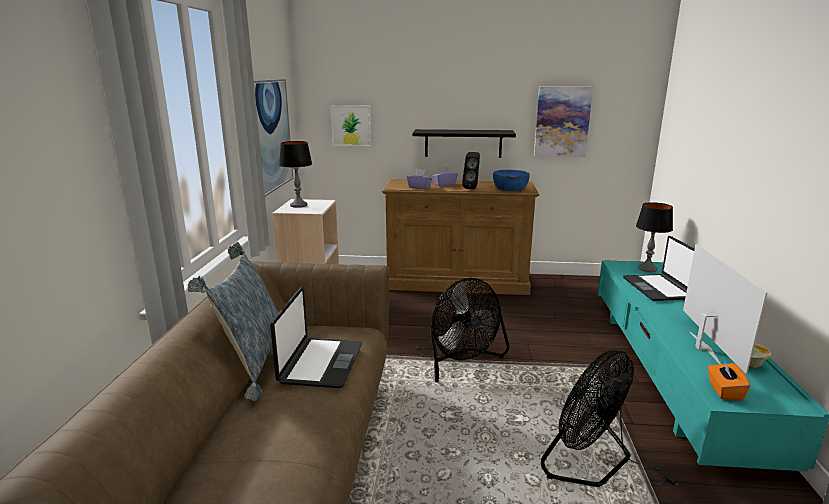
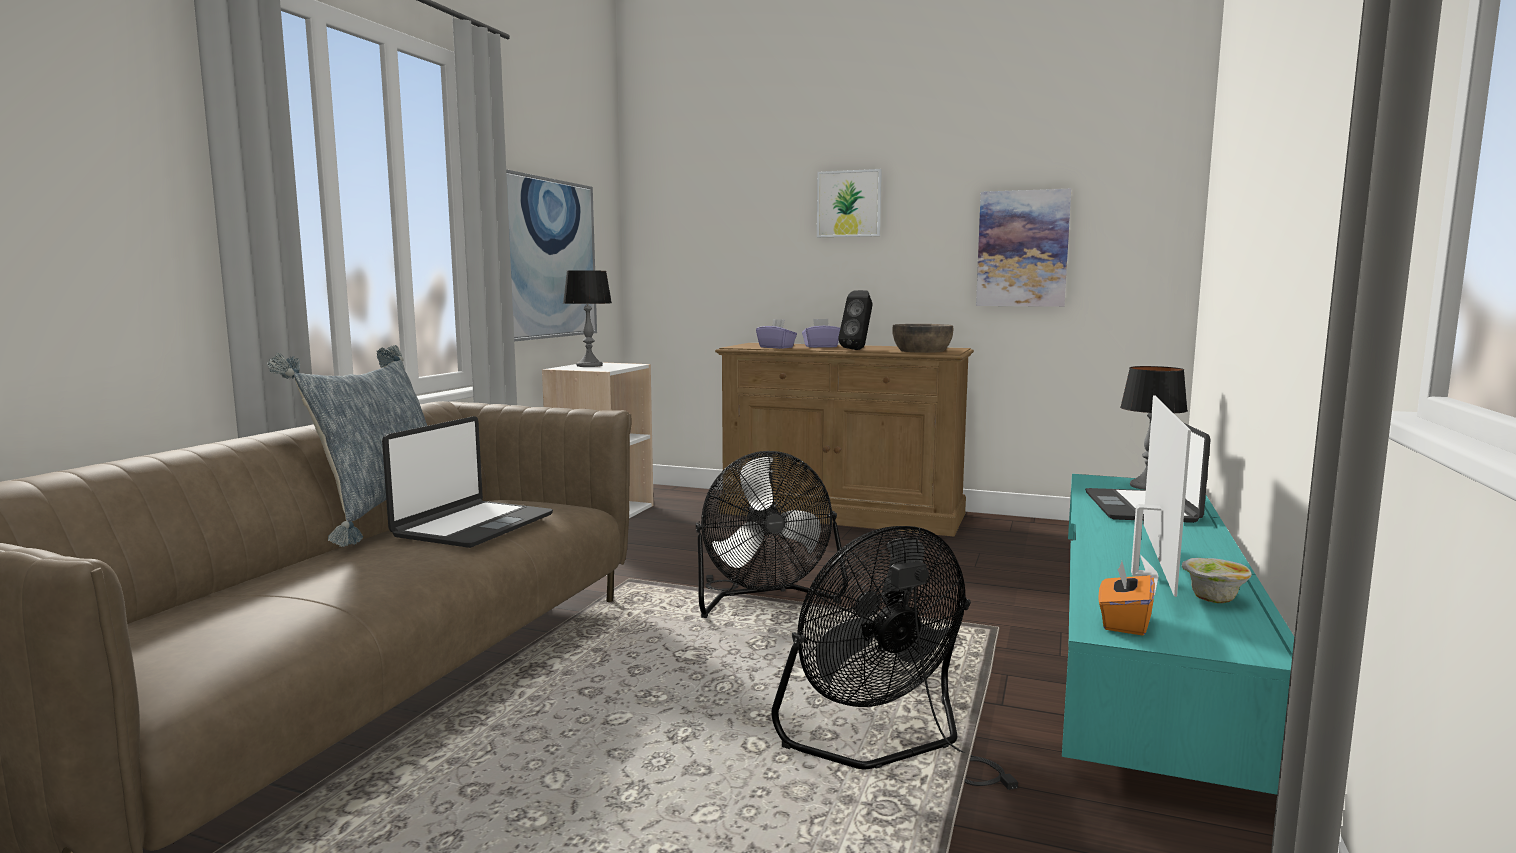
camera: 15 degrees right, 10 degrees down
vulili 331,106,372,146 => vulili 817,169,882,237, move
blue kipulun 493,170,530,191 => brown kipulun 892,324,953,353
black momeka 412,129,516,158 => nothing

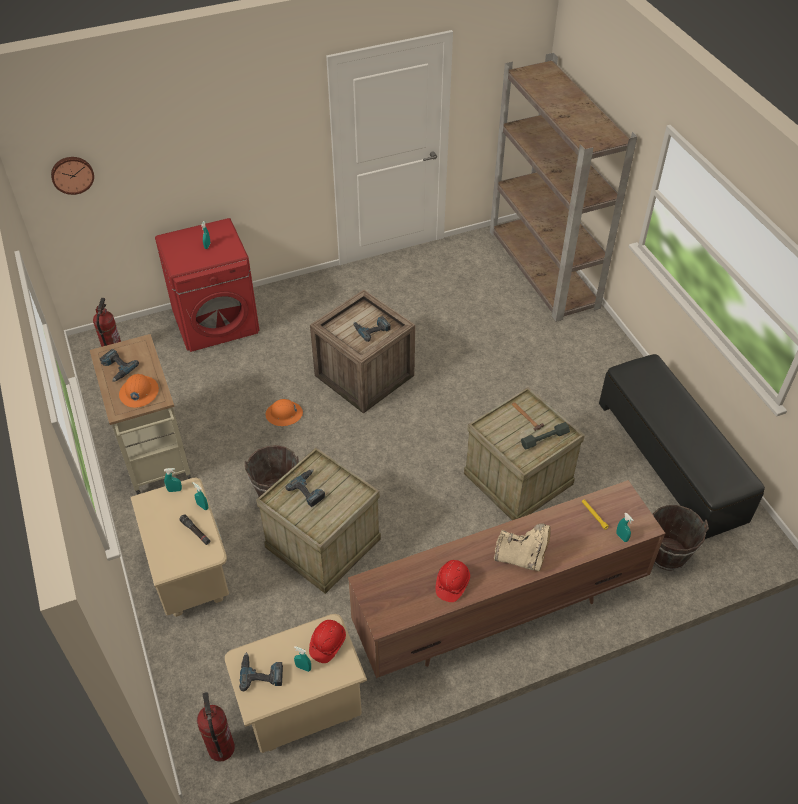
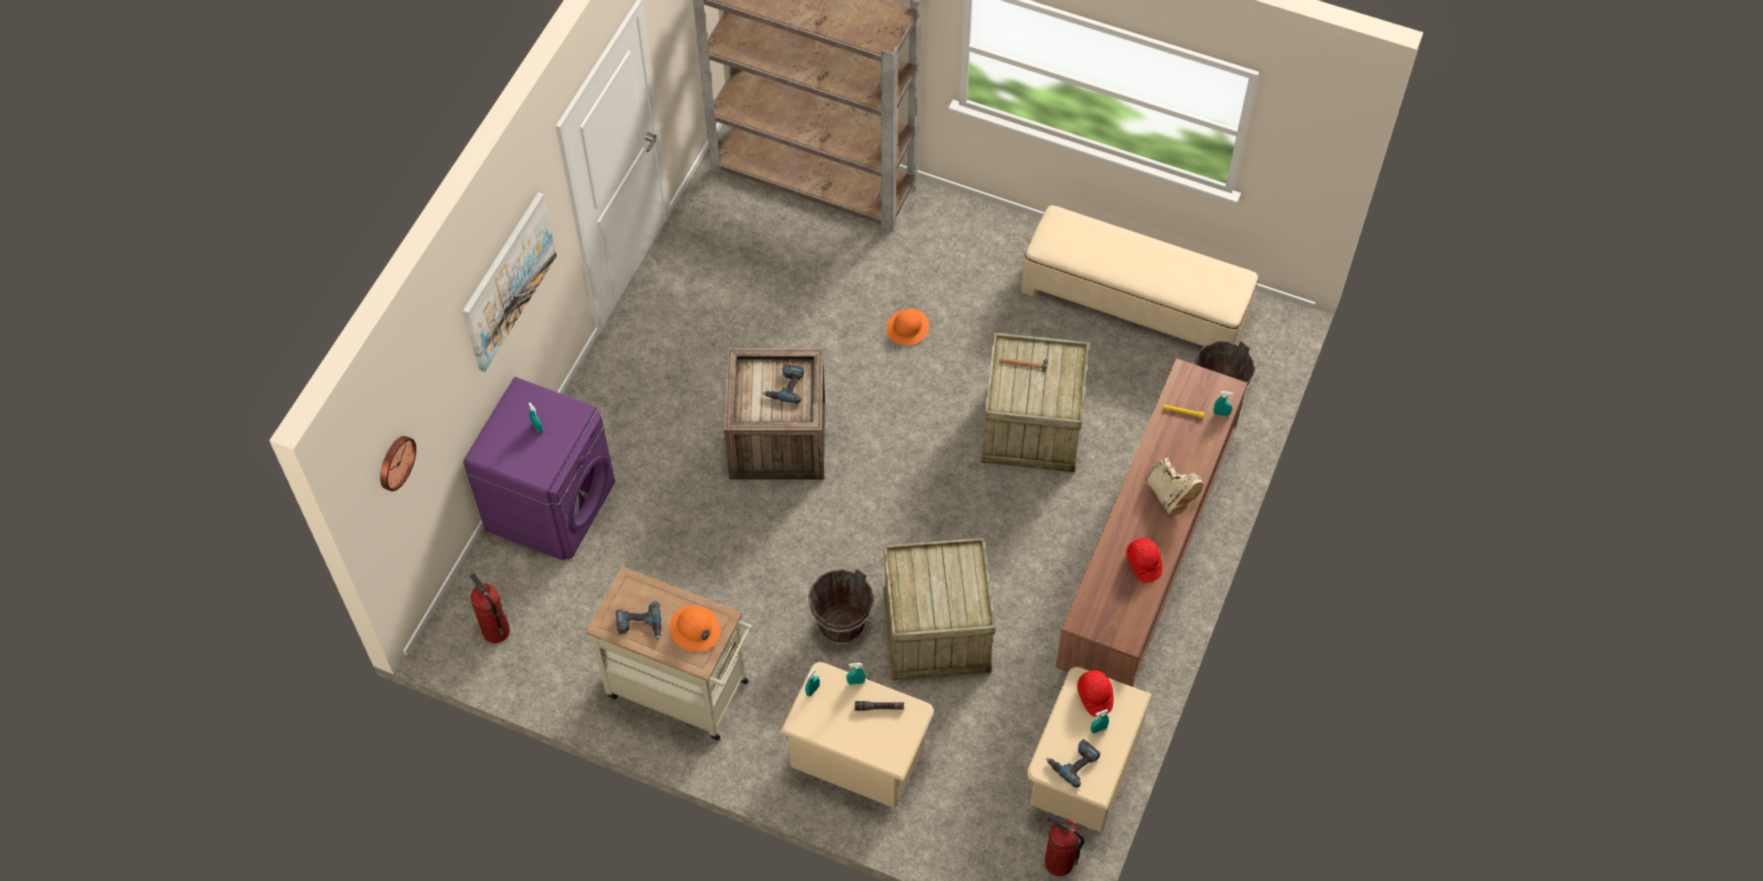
camera: 45 degrees left, 10 degrees up
nothing => vulili 463,192,557,372
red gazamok 155,218,259,352 => purple gazamok 463,377,615,560
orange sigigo 265,399,303,426 => orange sigigo 886,309,929,345, move
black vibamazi 599,354,765,539 => beige vibamazi 1021,205,1258,346
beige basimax 494,524,550,571 => beige basimax 1146,458,1203,516, 90 degrees clockwise
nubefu 285,469,326,507 => nothing
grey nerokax 521,422,570,450 => nothing

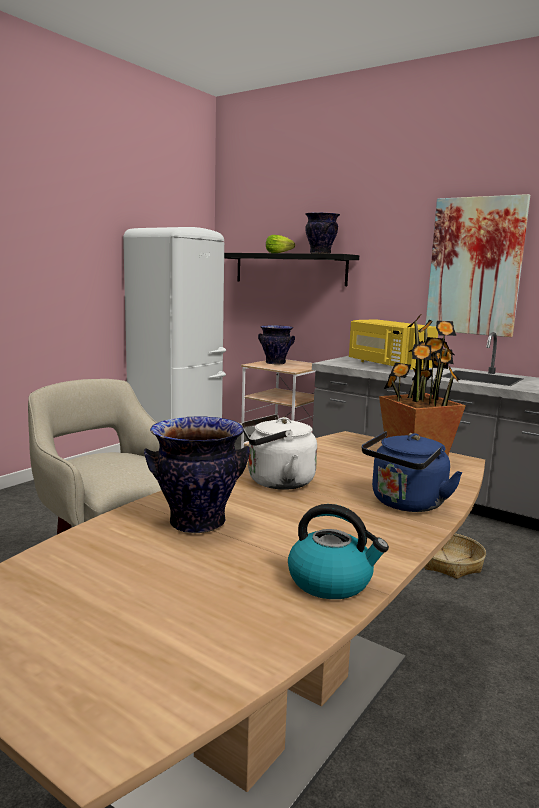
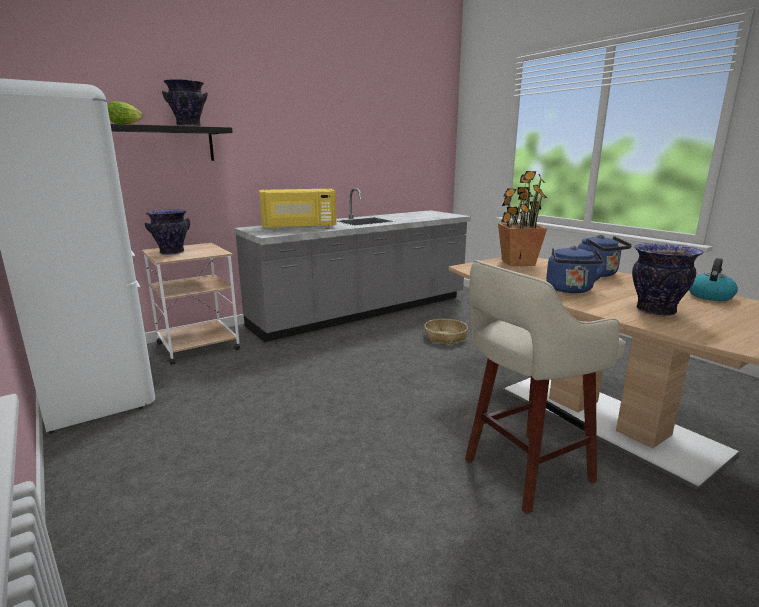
camera: 70 degrees left, 5 degrees up
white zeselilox 241,414,317,490 => blue zeselilox 546,246,607,293
vulili 426,194,530,337 => nothing

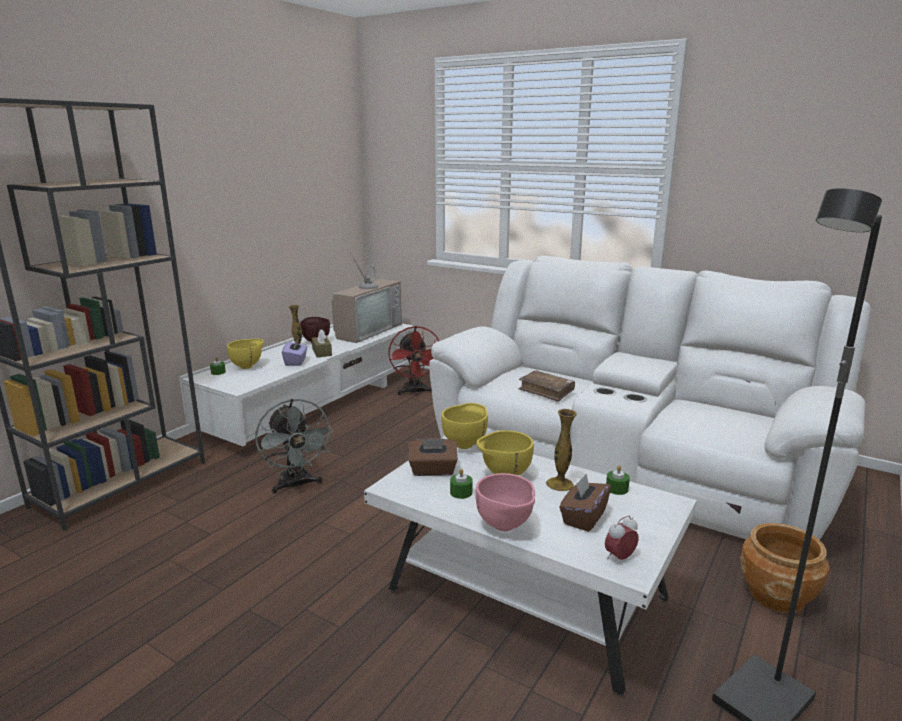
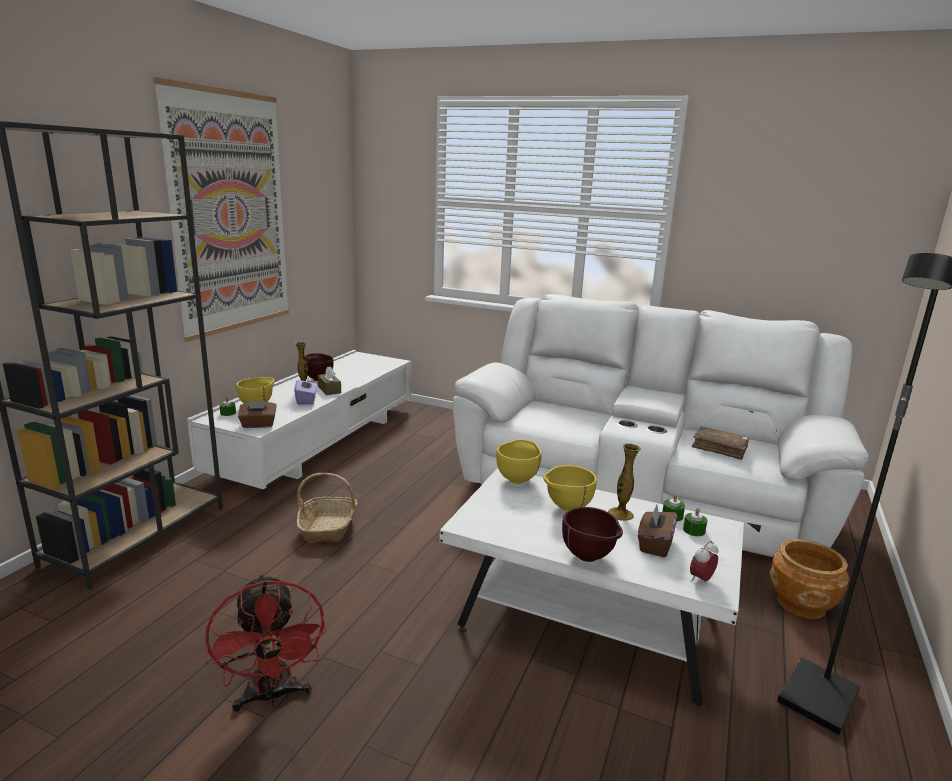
camera: 10 degrees left, 0 degrees up
nothing => vulili 153,77,289,342
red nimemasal 388,326,439,395 => red nimemasal 206,573,327,712, move
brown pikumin 409,438,458,476 => brown pikumin 238,401,277,428, move
grey nimemasal 255,399,333,494 => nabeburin 297,473,358,542
pink kipulun 475,473,535,531 => brown kipulun 562,507,623,562
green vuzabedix 450,469,473,499 => green vuzabedix 683,508,707,536, move
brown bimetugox 519,370,575,402 => brown bimetugox 692,427,750,460, move
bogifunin 332,245,402,343 => nothing

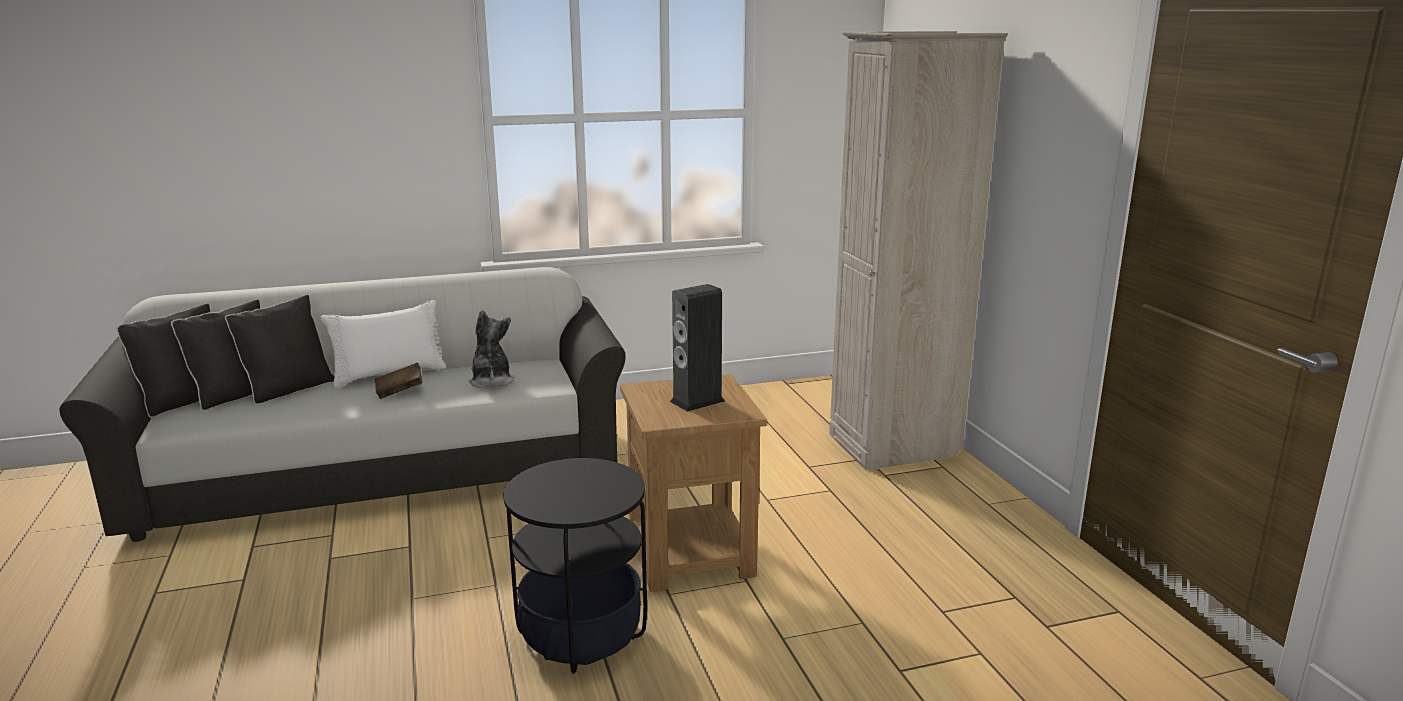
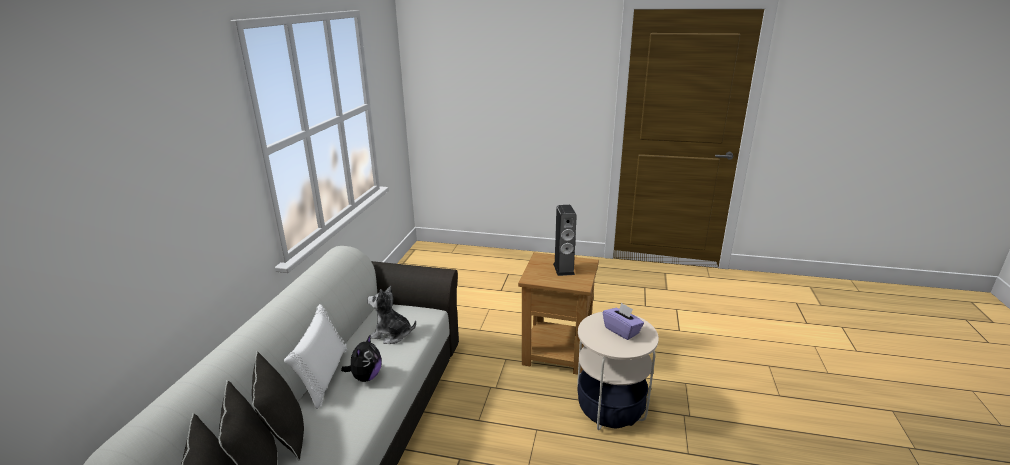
camera: 60 degrees left, 5 degrees up
brown bimetugox 375,363,423,399 => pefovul 341,335,382,382
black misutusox 503,458,647,674 => beige misutusox 577,312,659,430
nothing => purple pikumin 603,302,644,340
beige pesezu 829,31,1008,470 => nothing

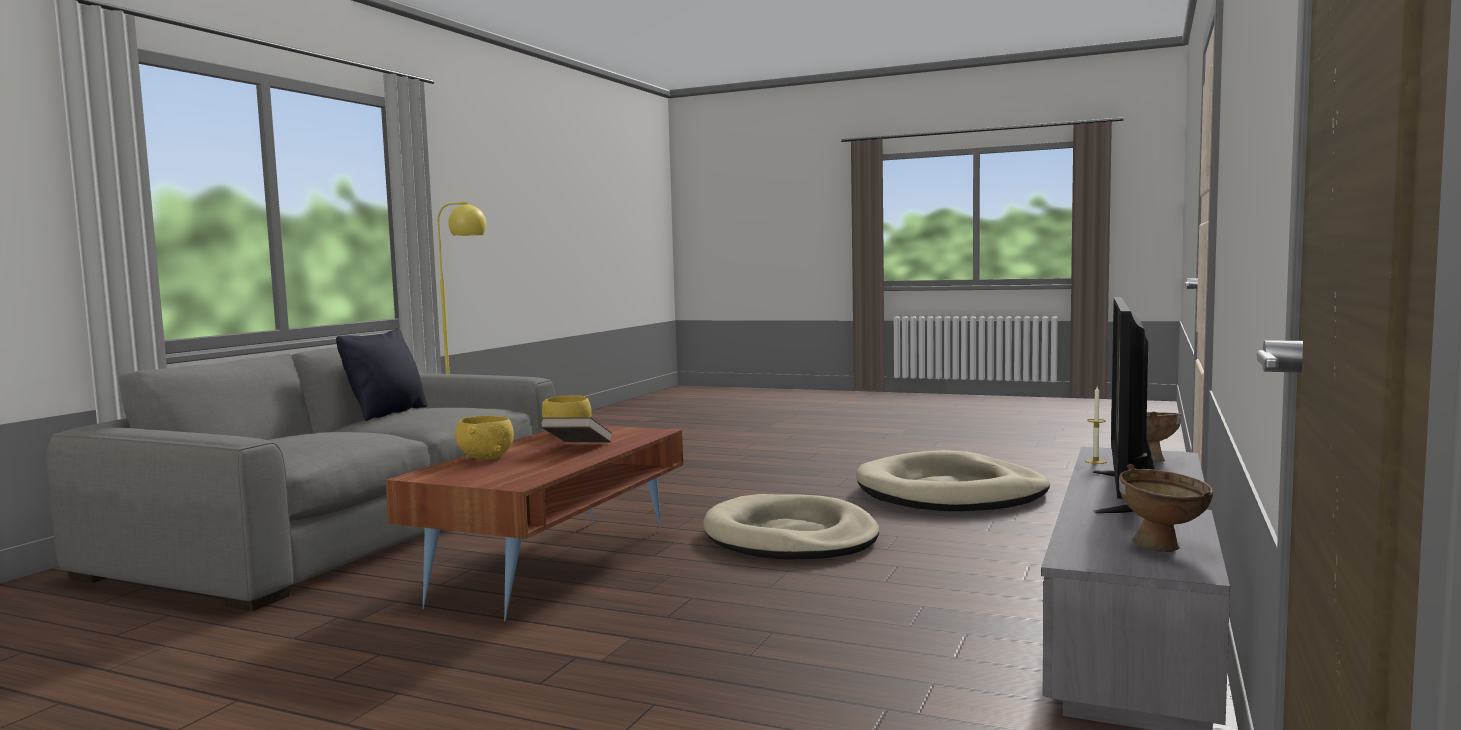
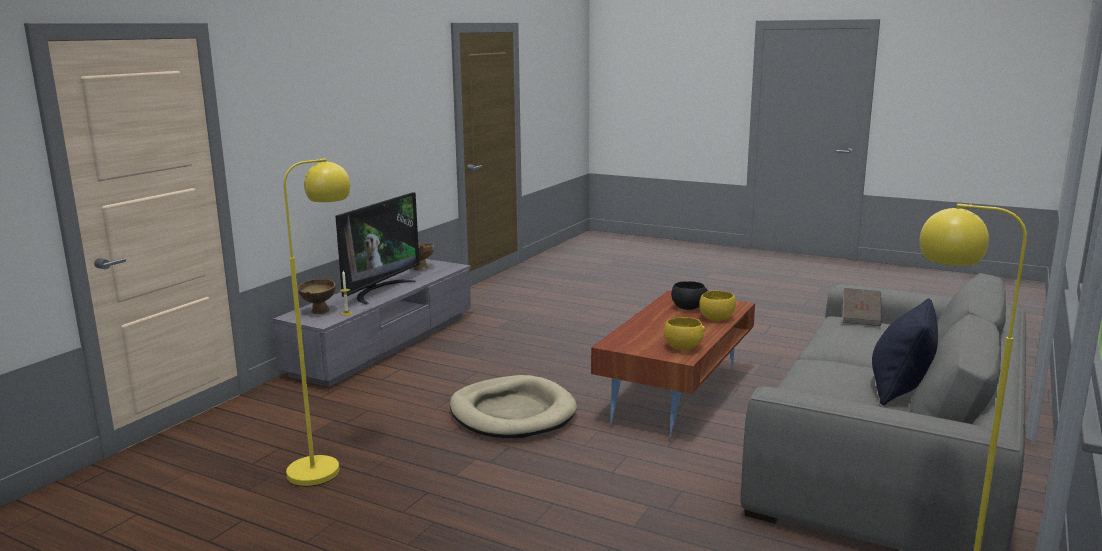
camera: 175 degrees left, 10 degrees up
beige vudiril 856,450,1050,511 => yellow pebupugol 284,158,350,486
nothing => black kipulun 671,281,708,310
brown bimetugox 540,417,612,442 => brown bimetugox 842,288,882,326, move

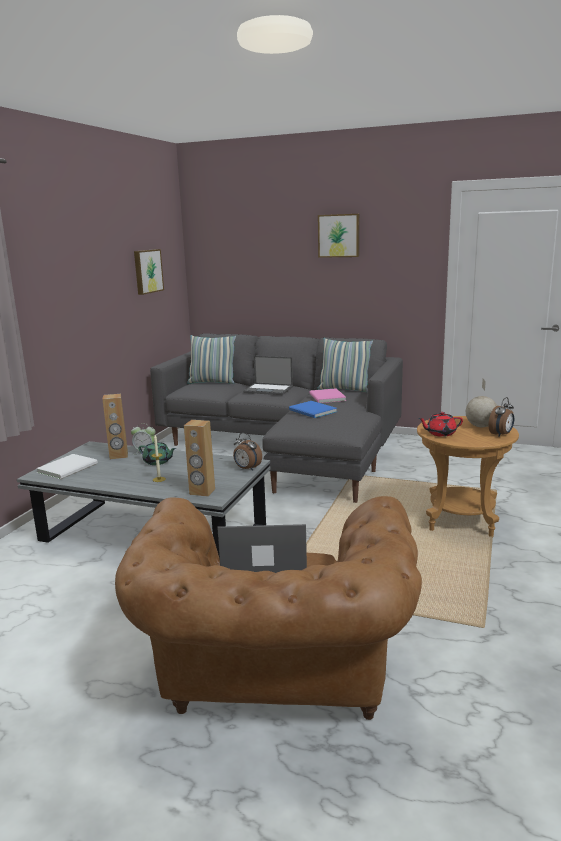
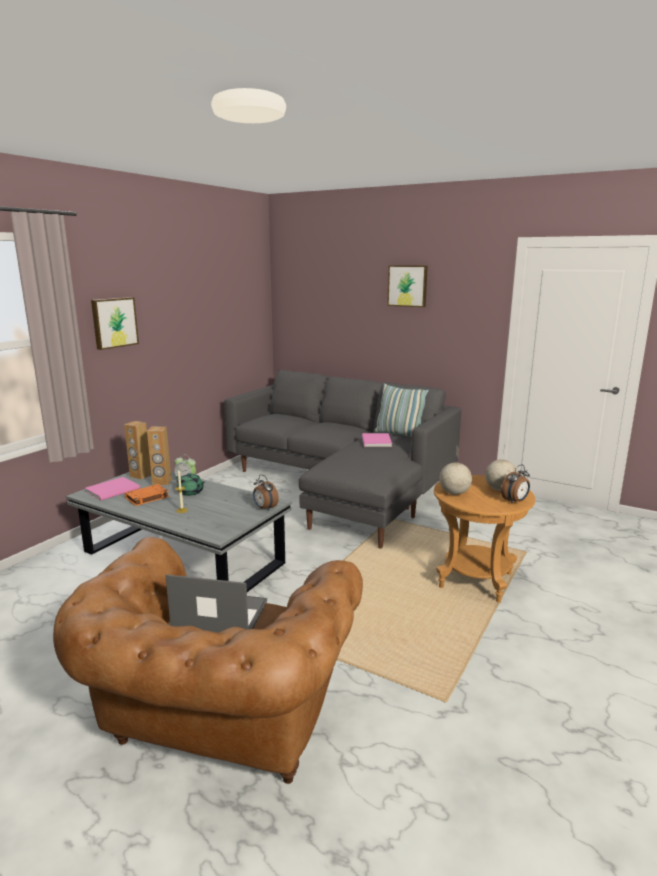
camera: 10 degrees right, 0 degrees up
white bimetugox 36,454,98,479 => pink bimetugox 85,477,140,501
vulili 134,249,164,295 => vulili 91,297,139,350, move
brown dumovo 184,420,215,497 => brown dumovo 124,421,151,480, move
nothing => orange bimetugox 125,484,169,506
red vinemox 418,412,463,437 => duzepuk 439,446,472,495
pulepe 187,335,236,384 => nothing
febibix 243,356,293,395 => nothing
blue bimetugox 289,401,337,418 => nothing

